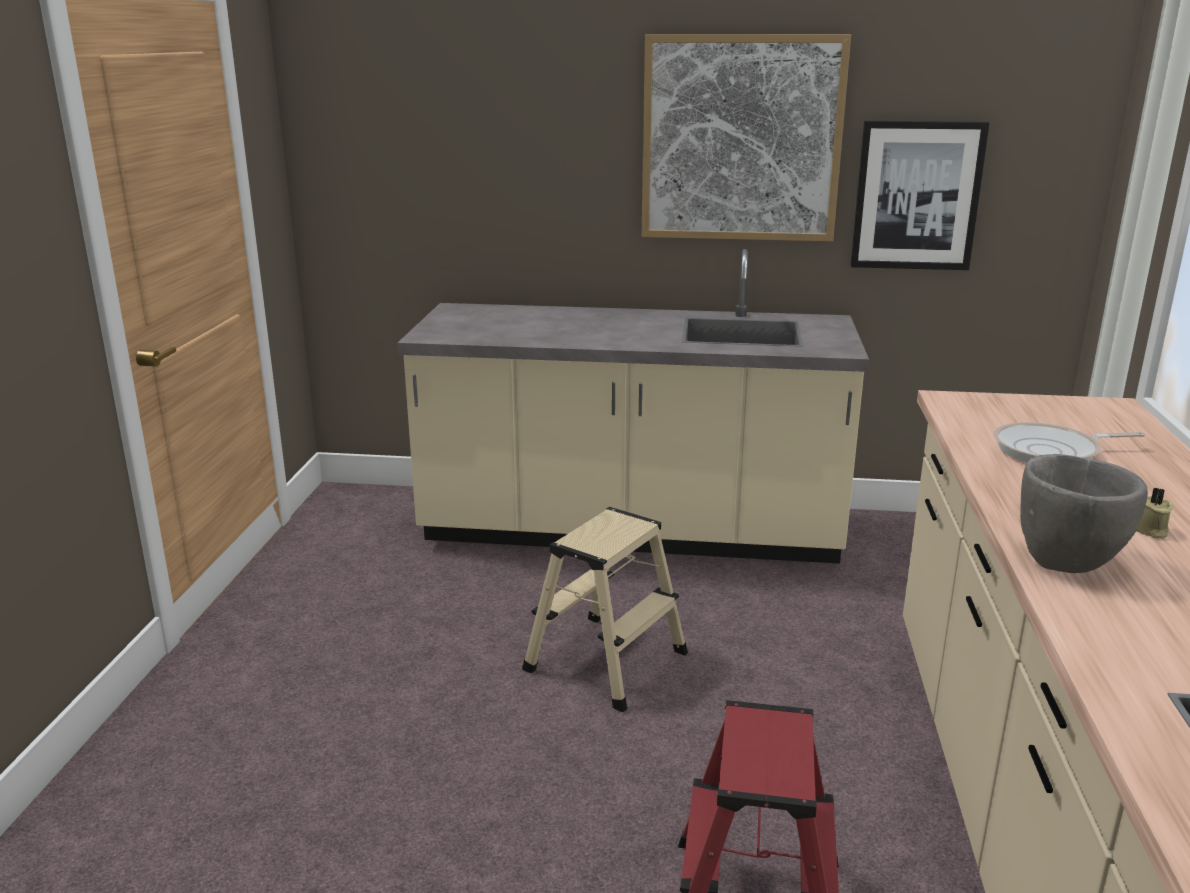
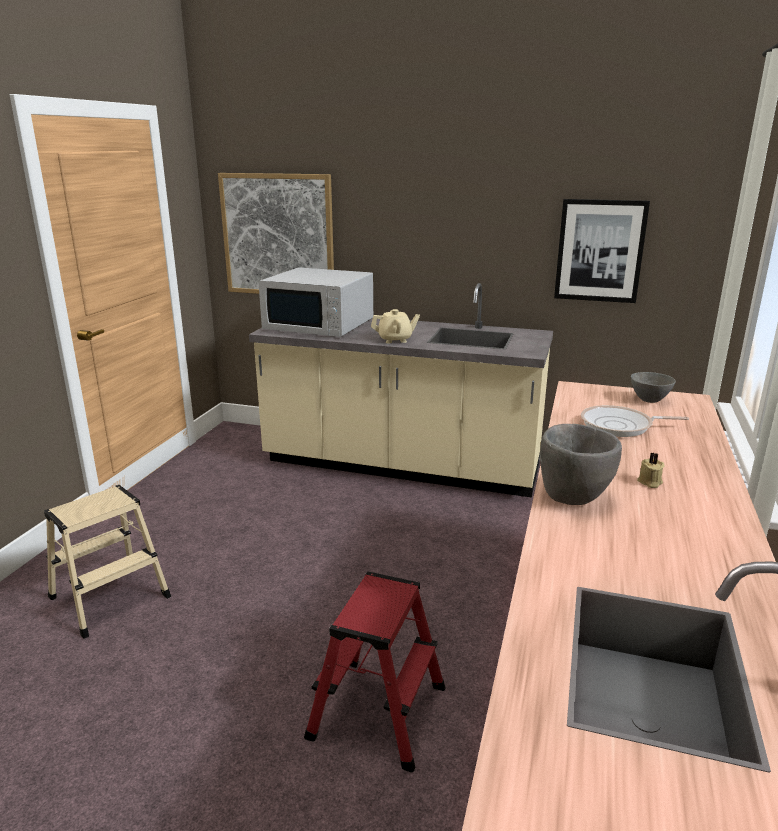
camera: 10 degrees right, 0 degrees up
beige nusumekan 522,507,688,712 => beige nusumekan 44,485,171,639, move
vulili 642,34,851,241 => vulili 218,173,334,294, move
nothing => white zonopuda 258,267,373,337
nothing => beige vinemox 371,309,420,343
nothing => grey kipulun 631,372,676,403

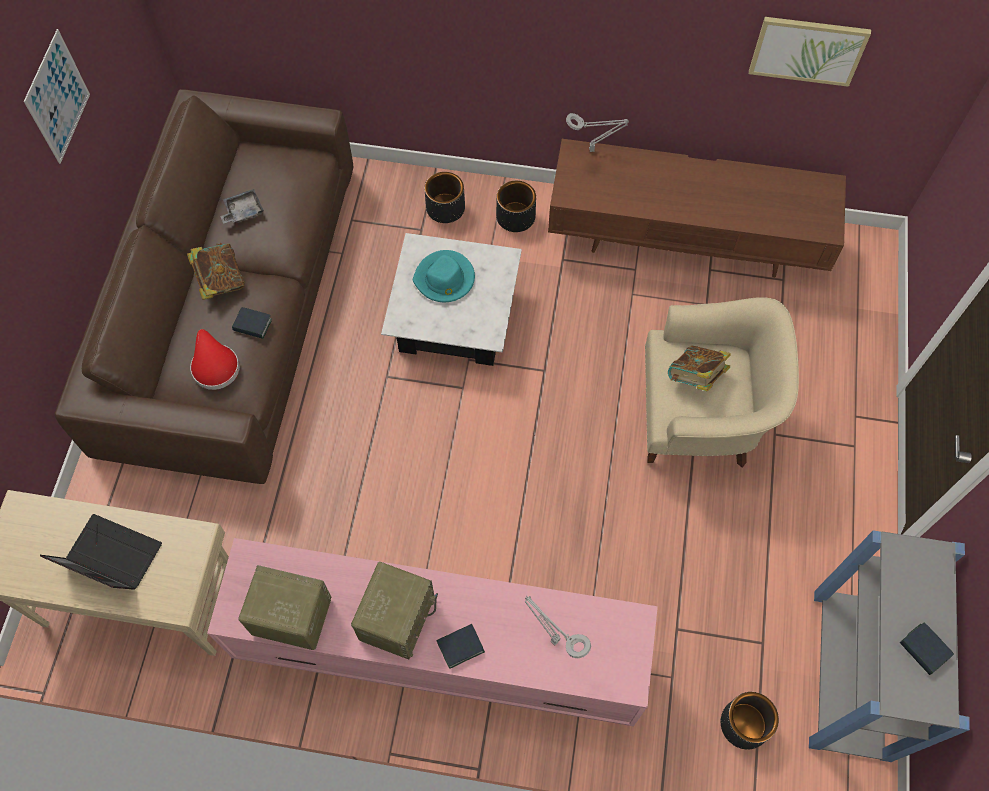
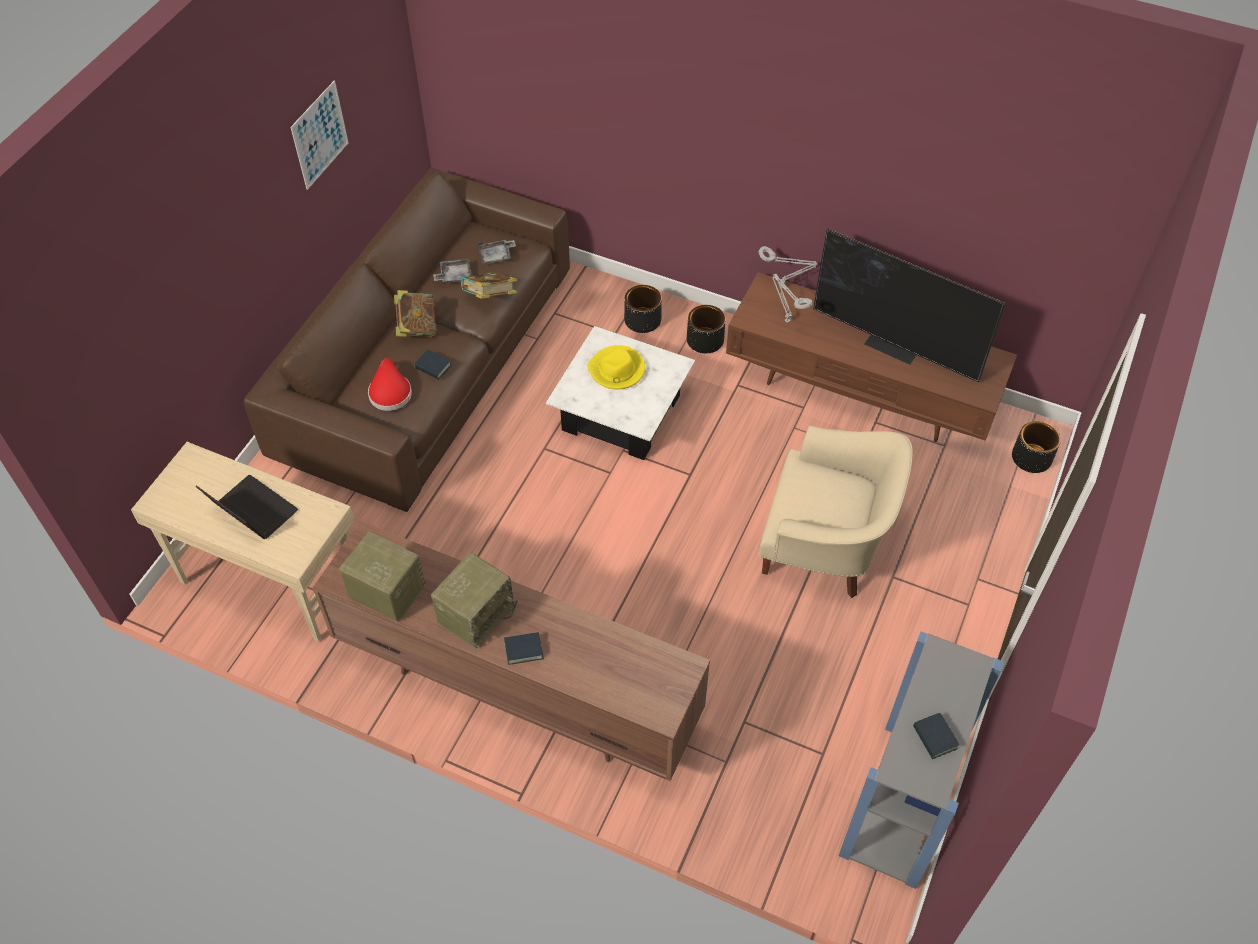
camera: 15 degrees right, 10 degrees down
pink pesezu 207,538,658,726 => brown pesezu 313,520,710,781
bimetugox 668,345,731,391 => bimetugox 460,272,517,299, move
nothing => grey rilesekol 478,240,516,265
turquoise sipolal 413,250,475,302 => yellow sipolal 587,345,645,389
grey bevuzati 525,596,591,658 => grey bevuzati 772,274,812,323, move
nothing => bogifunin 813,228,1005,382
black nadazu 721,692,779,749 => black nadazu 1012,421,1061,473, move
vulili 749,17,871,87 => nothing

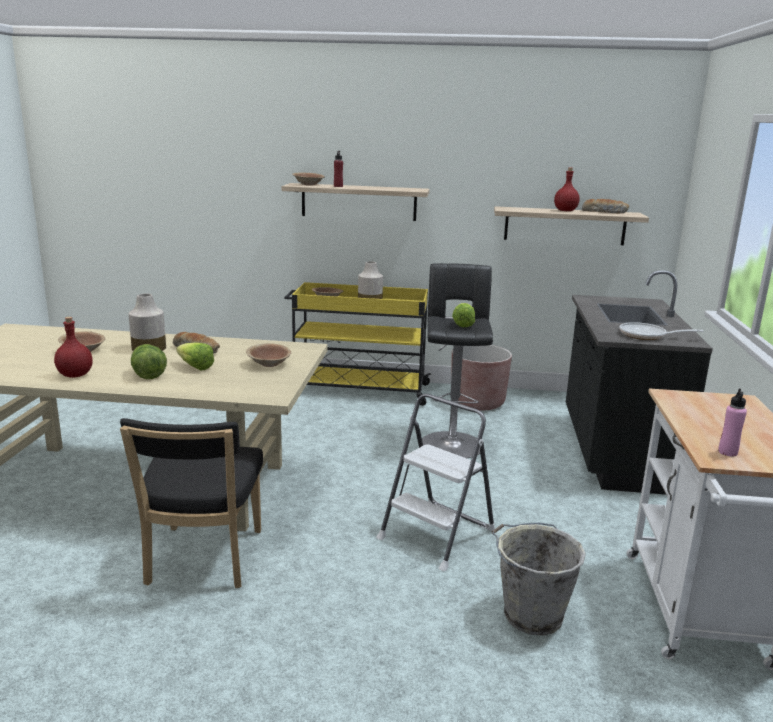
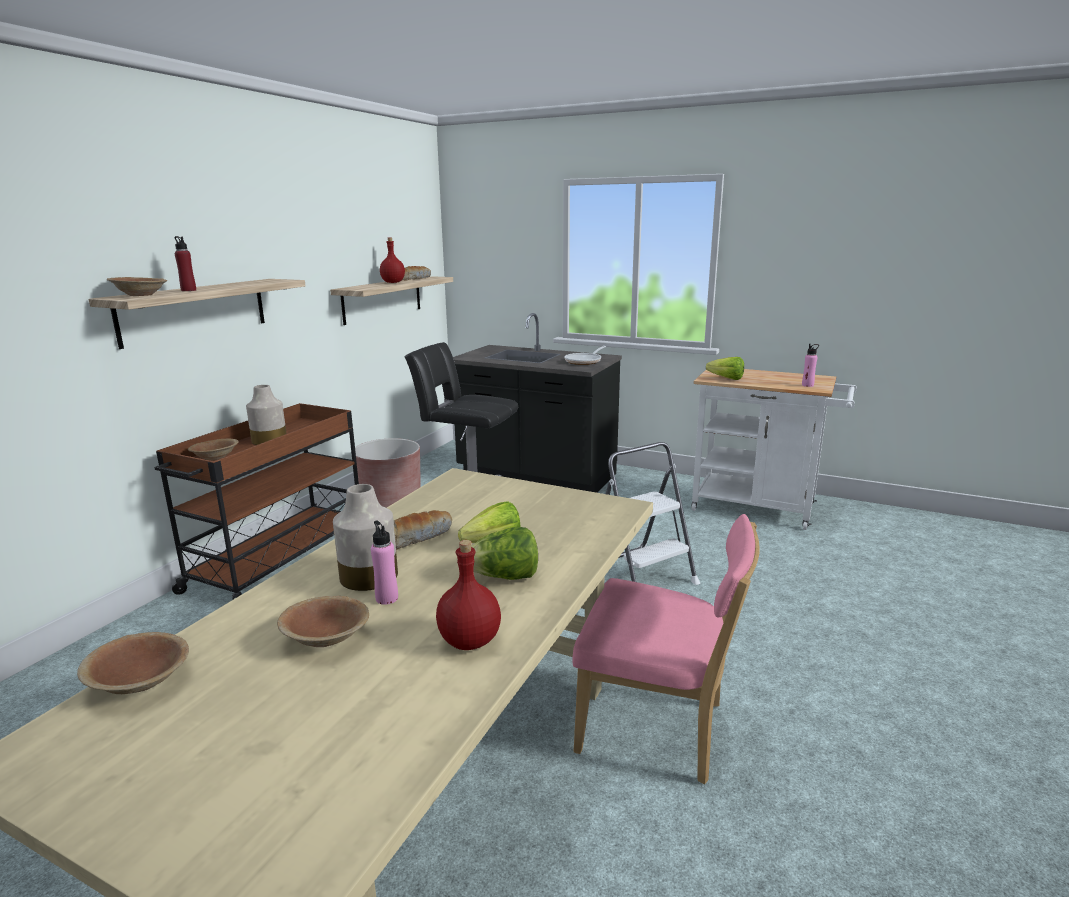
camera: 70 degrees left, 0 degrees up
brown kipulun 246,343,291,367 => brown kipulun 77,632,189,694, move
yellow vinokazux 284,282,431,406 => brown vinokazux 154,403,359,600
nothing => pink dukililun 371,521,398,605
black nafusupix 120,418,263,588 => pink nafusupix 573,514,760,784
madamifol 452,303,475,327 => madamifol 706,357,744,380, move
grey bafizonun 492,523,586,636 => nothing

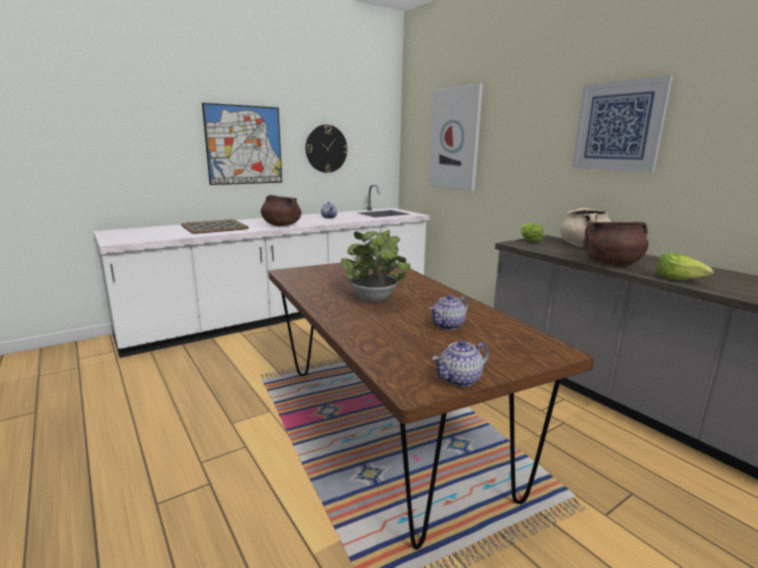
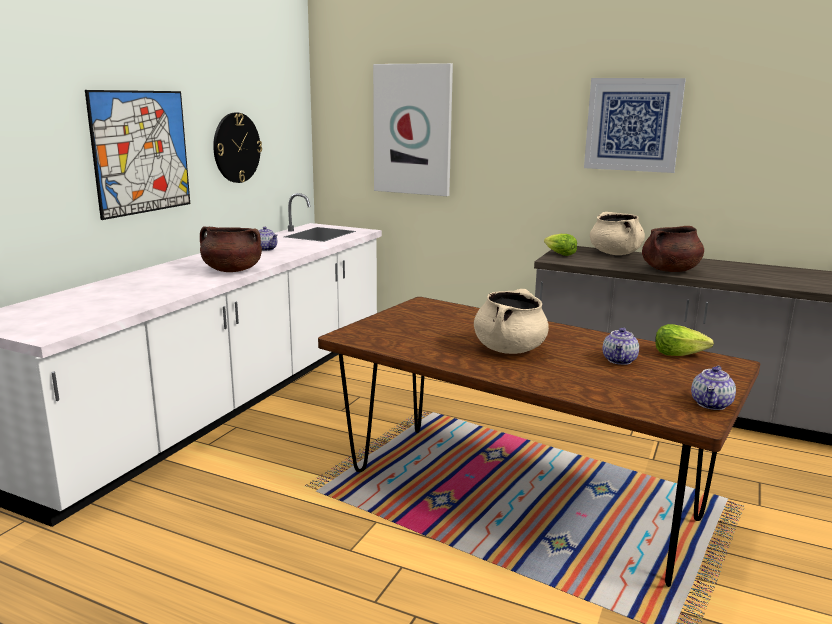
camera: 30 degrees left, 0 degrees up
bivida 341,230,411,302 => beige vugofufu 474,289,549,354
madamifol 656,253,713,280 => madamifol 655,324,714,356, move
rilesekol 181,219,249,234 => nothing

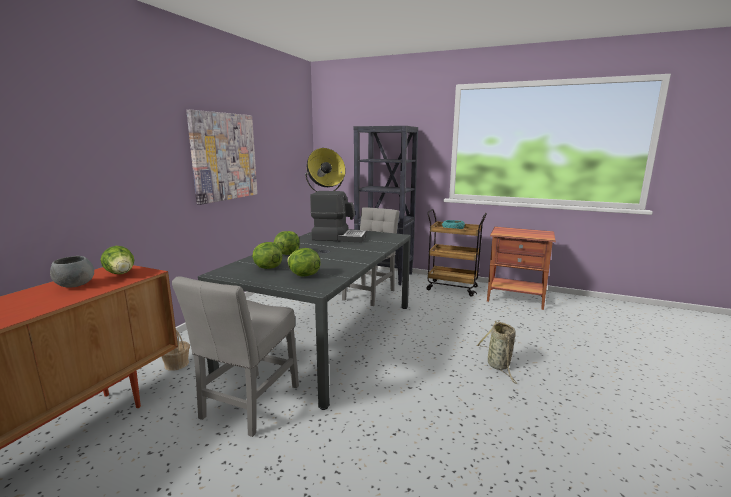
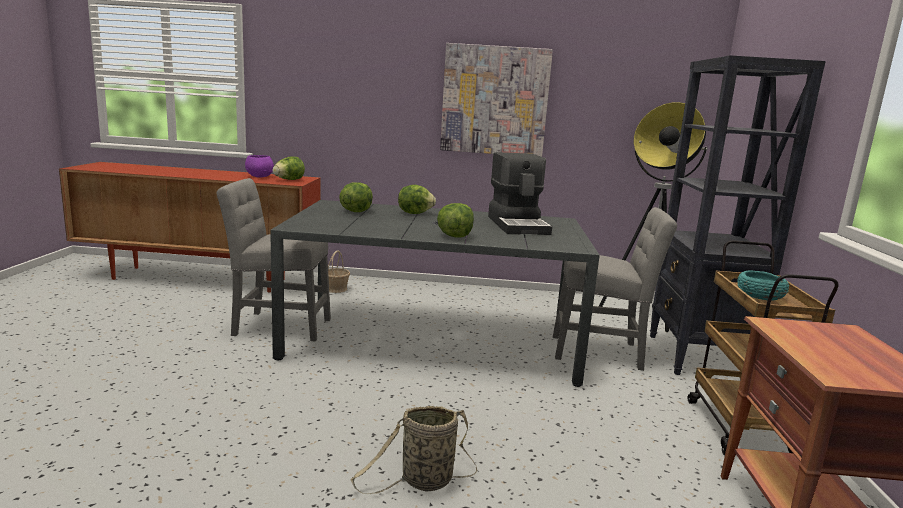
camera: 70 degrees right, 0 degrees up
grey kipulun 50,256,94,288 => purple kipulun 245,155,274,177
madamifol 287,248,321,277 => madamifol 437,203,474,238, move

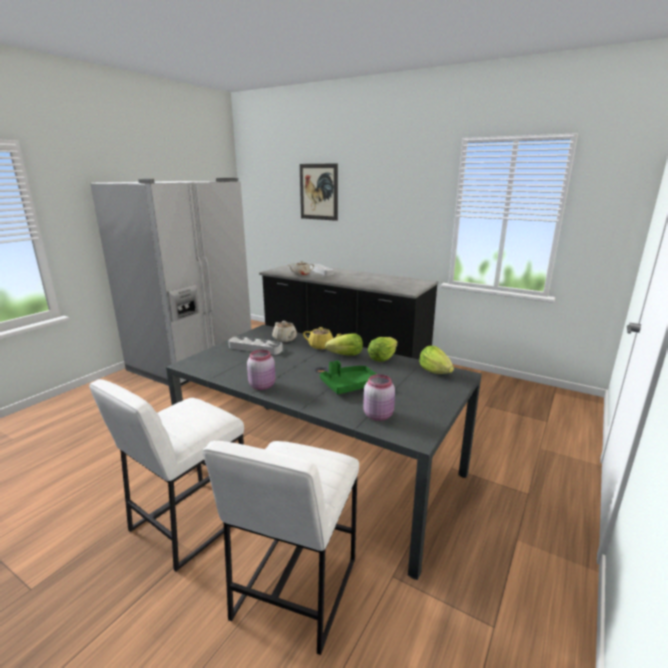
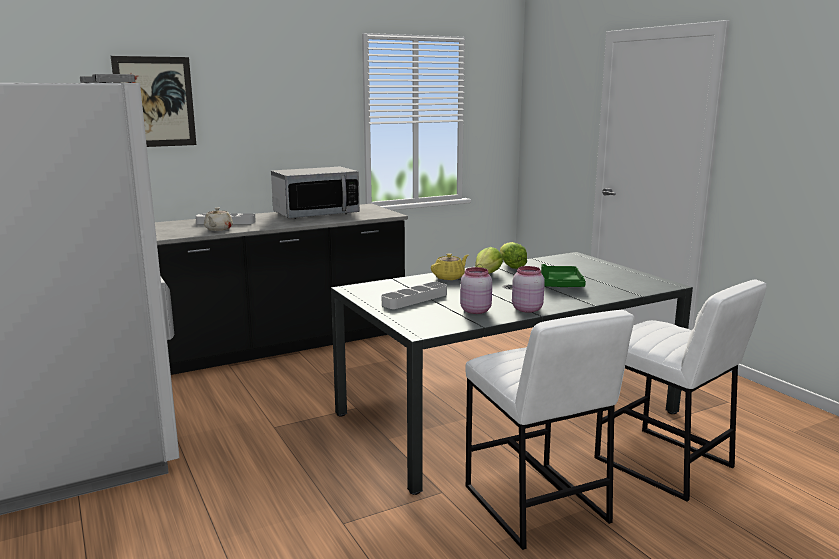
camera: 60 degrees left, 5 degrees down
nothing => zonopuda 271,167,360,219
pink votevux 363,374,395,421 => pink votevux 460,267,492,314, move
beige vinemox 272,321,297,342 => nothing
madamifol 419,346,454,374 => nothing

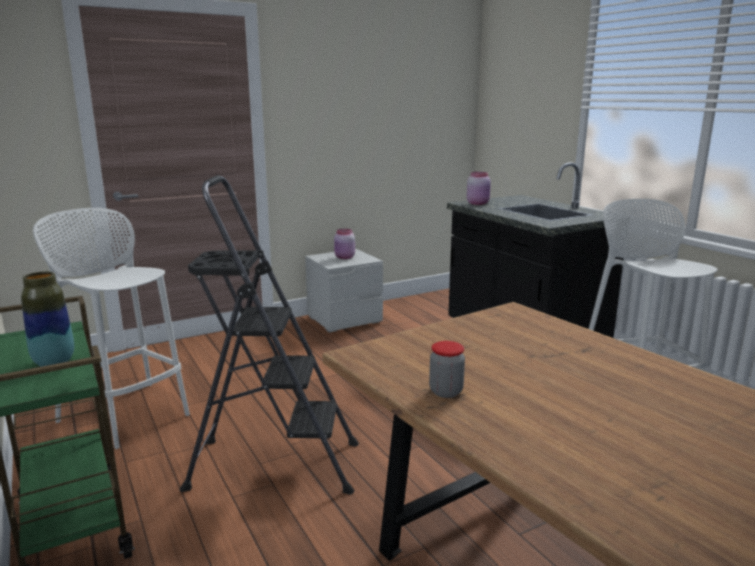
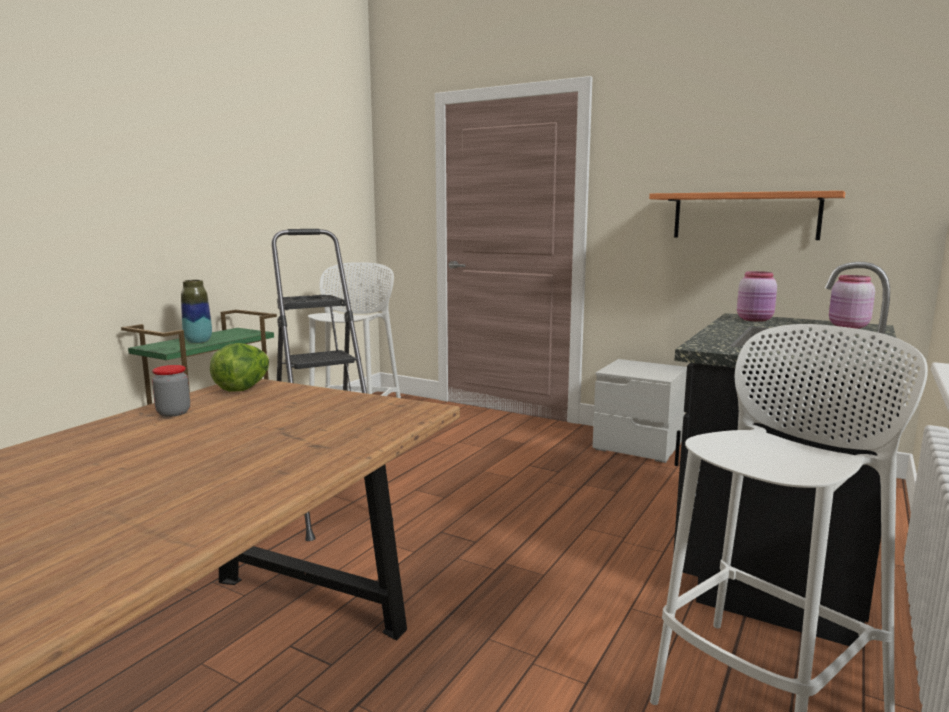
camera: 60 degrees right, 5 degrees down
nothing => madamifol 210,343,269,392
nothing => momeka 649,191,845,240
pink votevux 334,229,355,259 => pink votevux 829,275,875,329, move

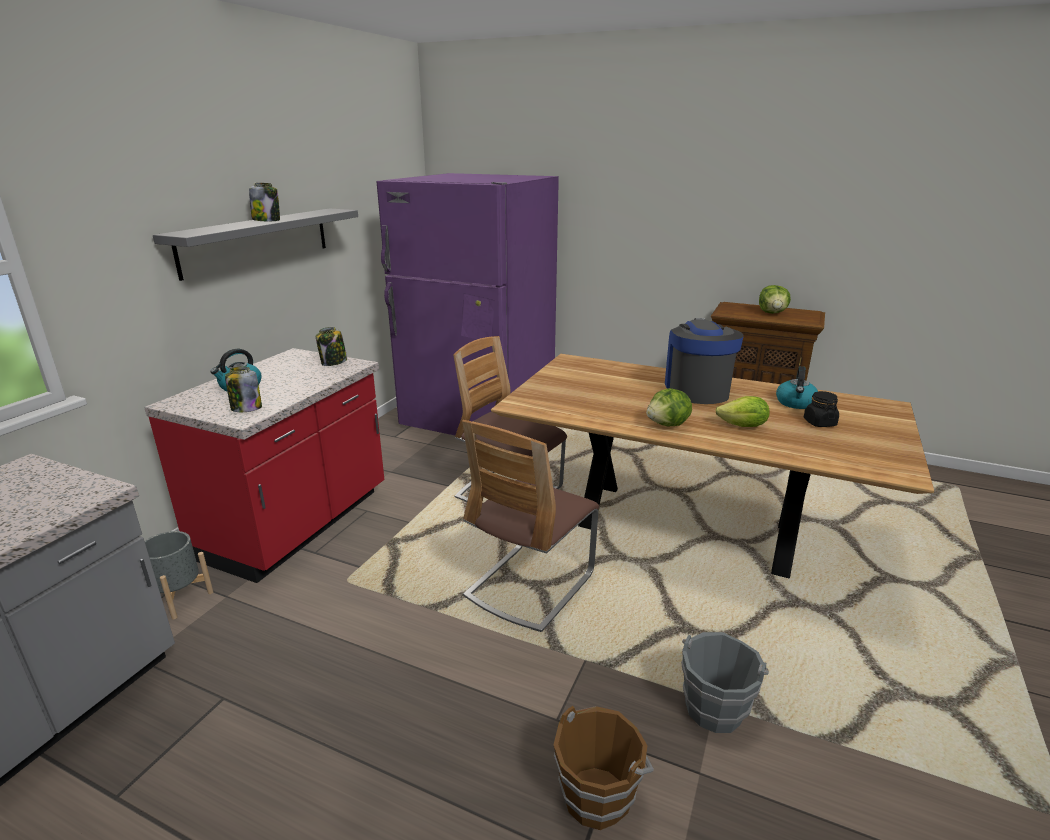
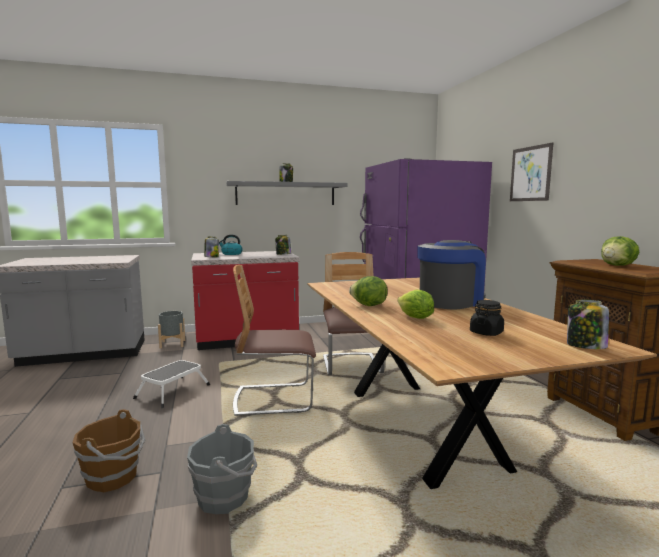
camera: 50 degrees right, 15 degrees down
nothing => black nusumekan 133,360,210,408
nothing => vulili 510,143,553,201
nothing => votevux 567,300,609,349
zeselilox 776,366,818,409 => nothing

